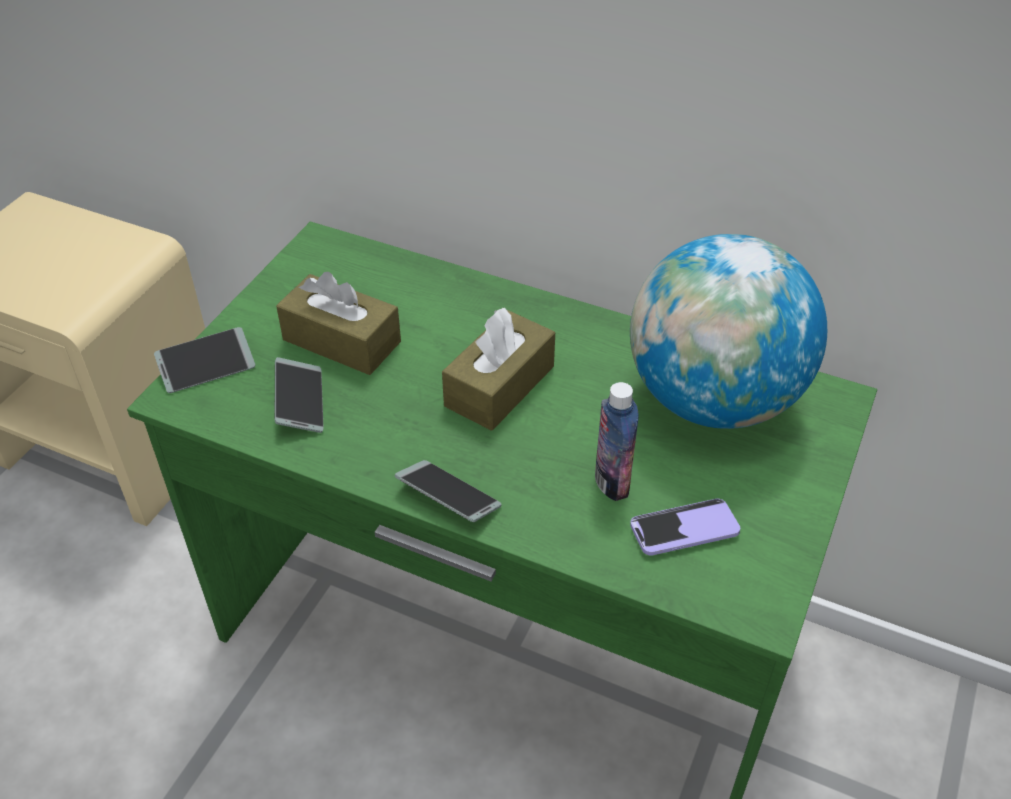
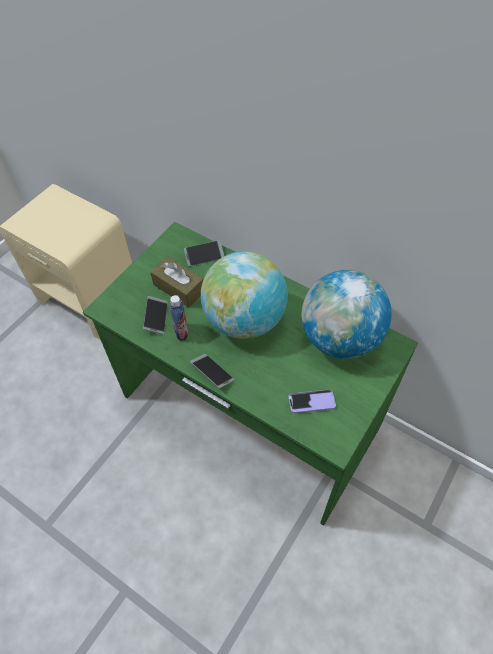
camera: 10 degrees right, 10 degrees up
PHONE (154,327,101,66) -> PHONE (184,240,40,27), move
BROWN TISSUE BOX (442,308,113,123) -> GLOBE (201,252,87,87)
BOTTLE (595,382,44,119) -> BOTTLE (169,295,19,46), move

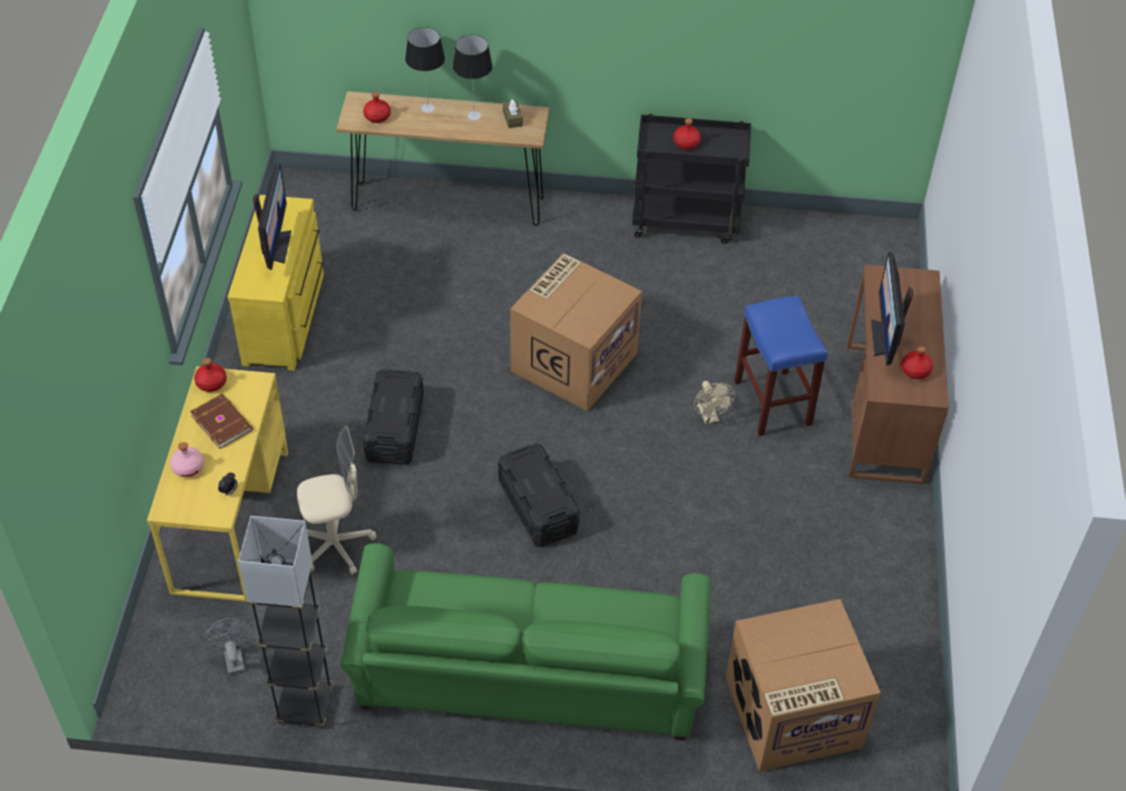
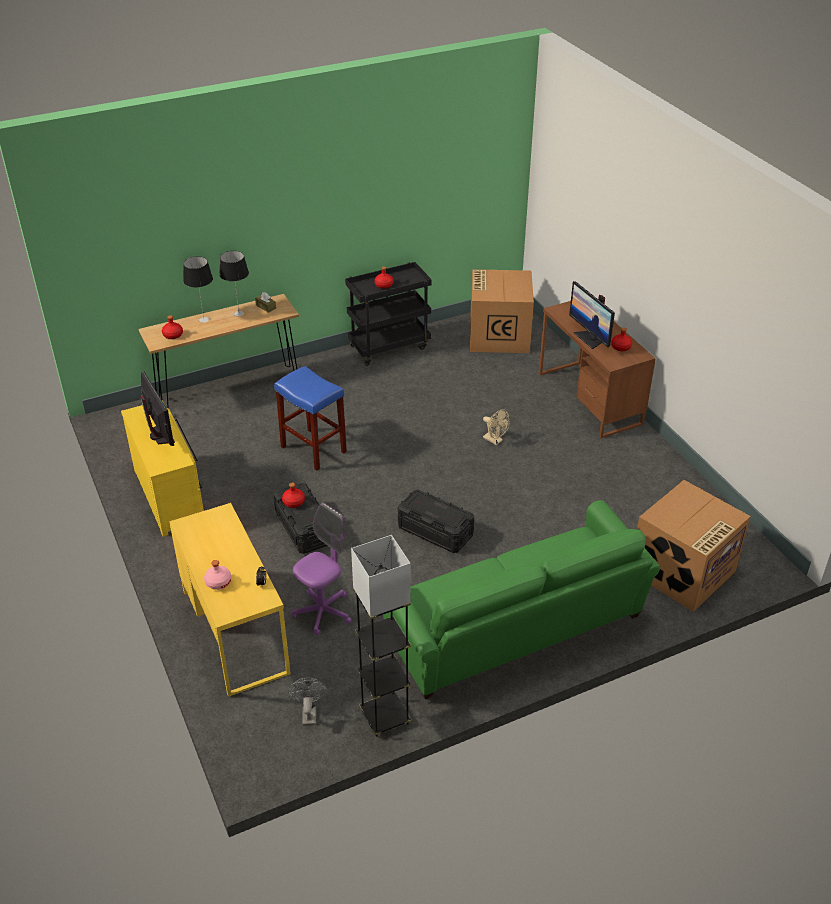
camera: 30 degrees left, 10 degrees down
BROWN BOOK (190,394,63,55) -> none
RED BOTTLE (194,358,33,34) -> RED BOTTLE (282,483,23,25), move
GREY FAN (203,618,49,57) -> GREY FAN (288,678,40,48), 45 degrees clockwise
BEIGE OFFICE CHAIR (297,426,79,149) -> PURPLE OFFICE CHAIR (291,503,61,133)
CARDBOARD BOX (510,253,132,158) -> CARDBOARD BOX (470,269,64,84), move
BLUE STOOL (734,296,94,140) -> BLUE STOOL (274,366,73,105), move

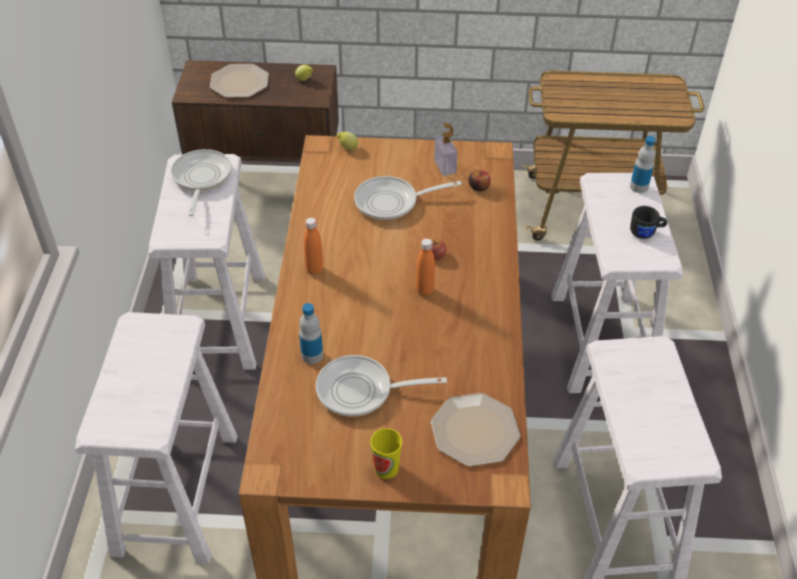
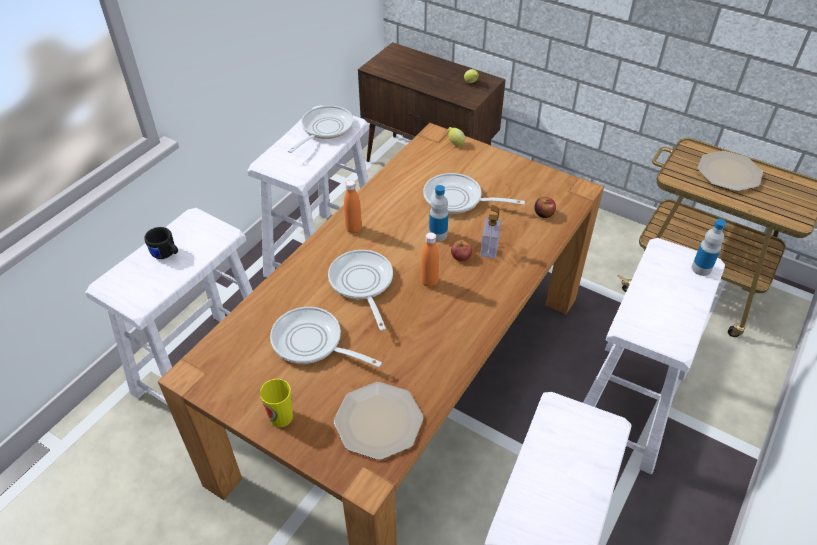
camera: 30 degrees right, 0 degrees up
PLATE (210,64,59,34) -> PLATE (698,151,65,40), move
BOTTLE (299,303,24,61) -> BOTTLE (429,185,20,56), move
SOAP DISPENSER (434,123,24,53) -> SOAP DISPENSER (481,205,20,53), move
BLACK MUG (630,206,37,33) -> BLACK MUG (144,227,34,32), move
none -> FRYING PAN (328,250,65,81)

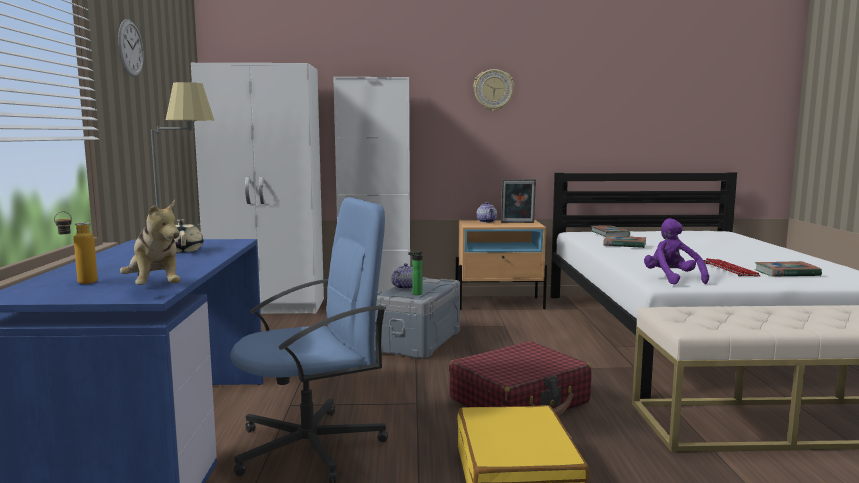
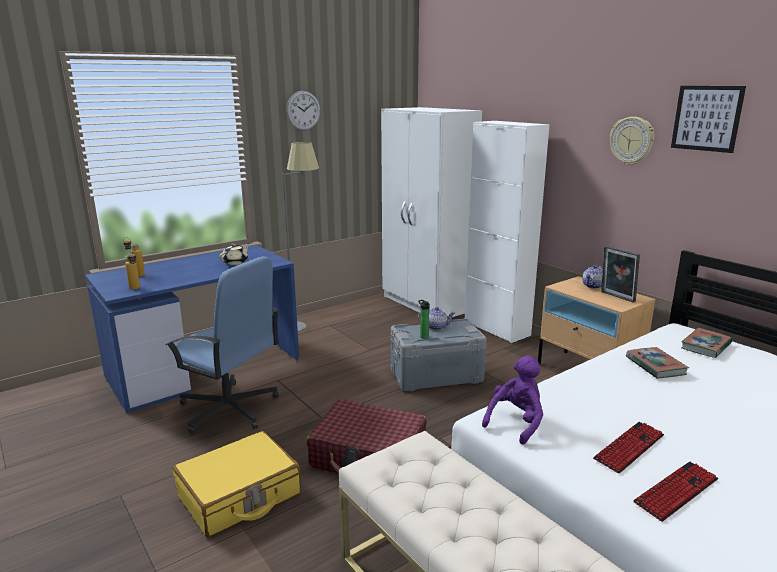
camera: 55 degrees right, 10 degrees up
PLUSH TOY (120,200,60,85) -> BOTTLE (125,251,15,39)
BOOK (755,261,67,15) -> KEYBOARD (633,462,85,60)
none -> PICTURE (671,86,75,67)

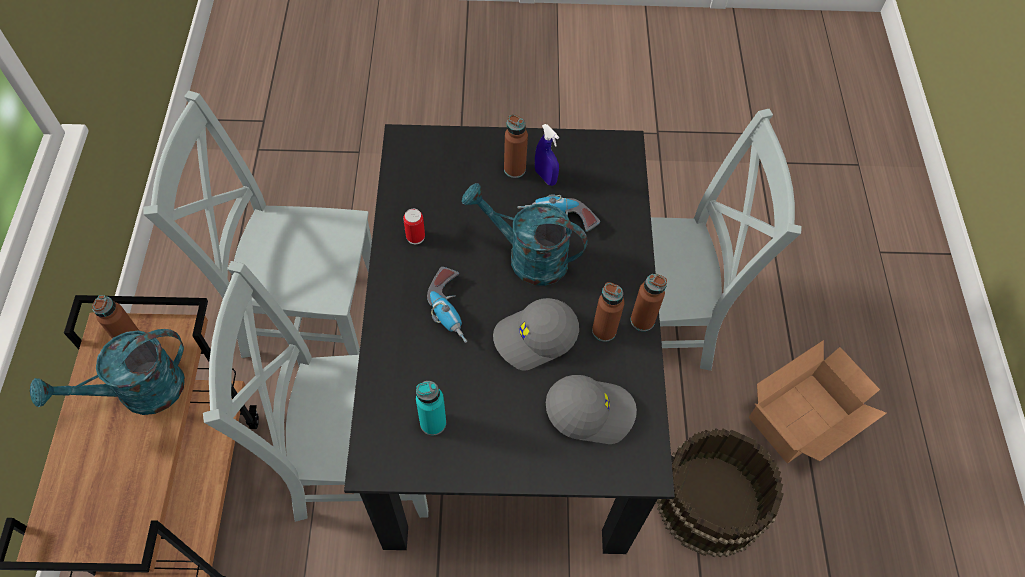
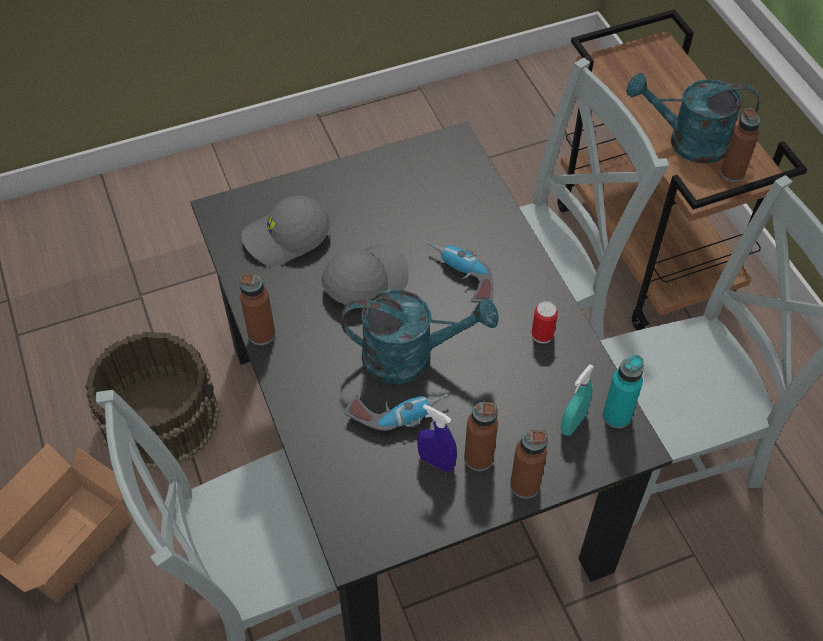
camera: 160 degrees right, 5 degrees down
TURQUOISE WATERING CAN (30,329,155,86) -> TURQUOISE WATERING CAN (626,73,133,91), 120 degrees counterclockwise
TURQUOISE BOTTLE (416,381,30,54) -> TURQUOISE BOTTLE (603,355,41,73), move
BROWN BOTTLE (592,282,32,60) -> BROWN BOTTLE (510,429,38,70), move
none -> TURQUOISE SPRAY BOTTLE (561,365,33,71)

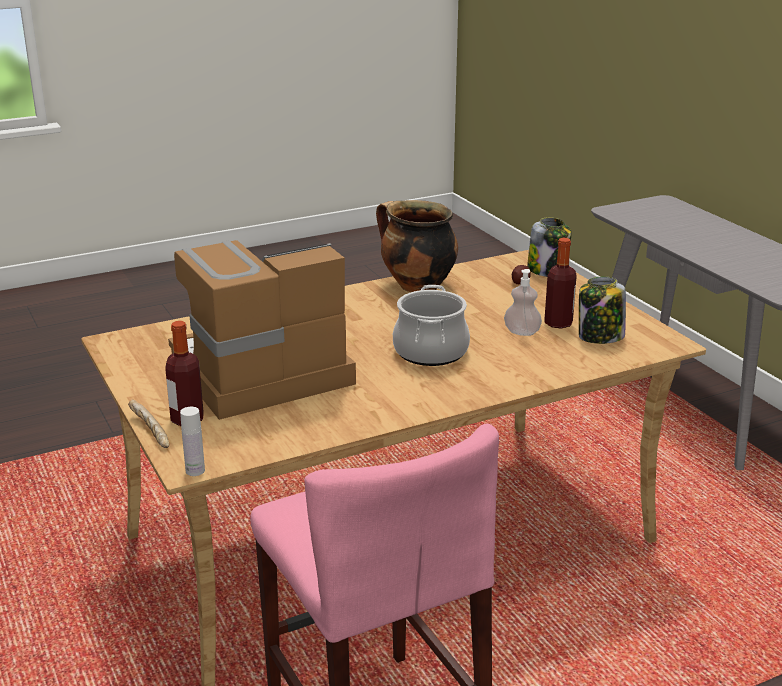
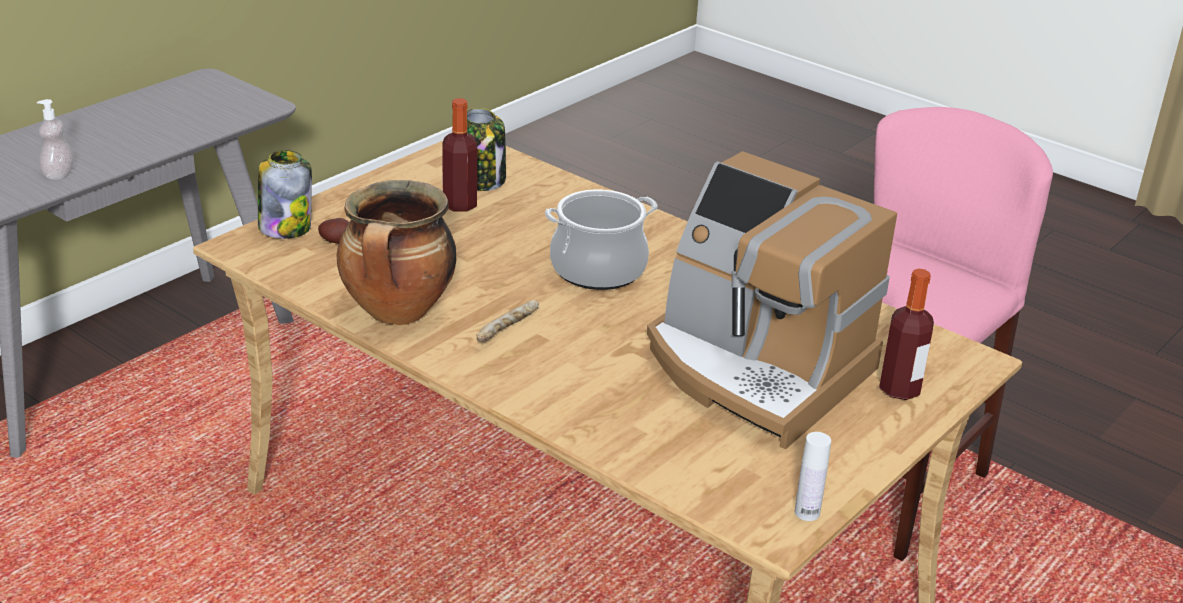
camera: 115 degrees left, 5 degrees up
BREAD (128,400,41,48) -> BREAD (476,300,63,42), move
WHITE BOTTLE (180,407,25,69) -> WHITE BOTTLE (795,432,36,89), move
SOAP DISPENSER (504,269,38,67) -> SOAP DISPENSER (37,99,37,82), move

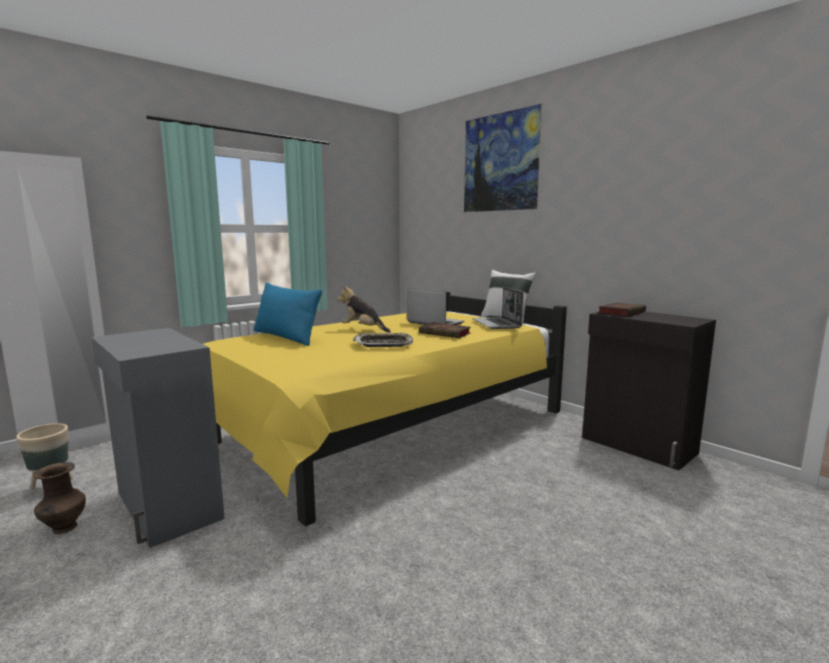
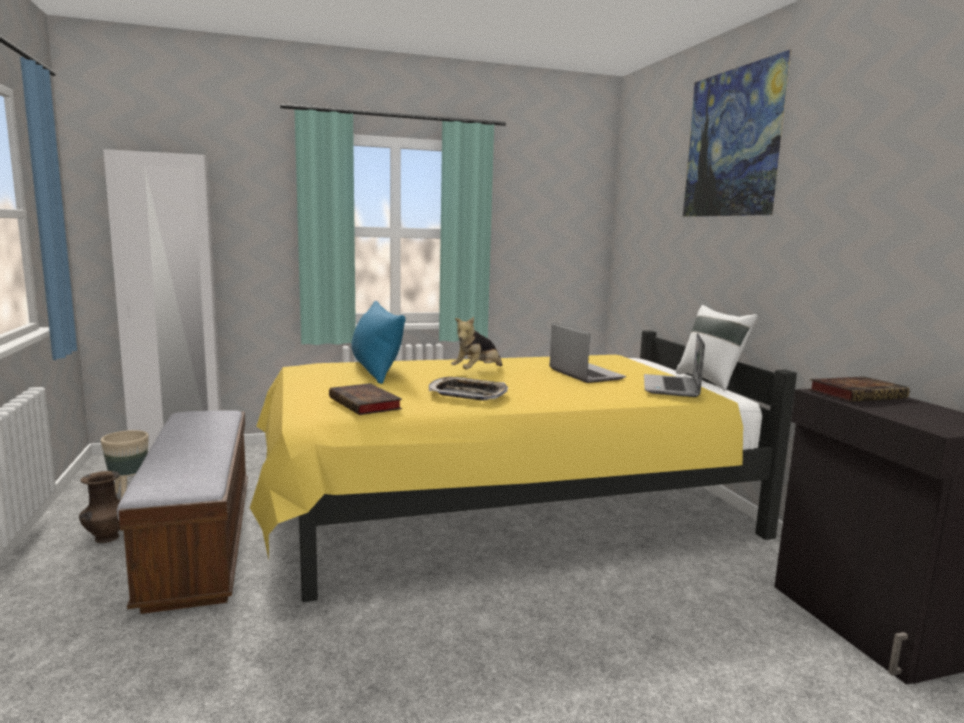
camera: 25 degrees right, 0 degrees up
GREY CABINET (92,328,133,220) -> BENCH (117,410,131,204)
PLUSH TOY (337,286,54,47) -> PLUSH TOY (451,317,51,52), 105 degrees counterclockwise
BOOK (419,322,52,16) -> BOOK (329,383,73,32), move

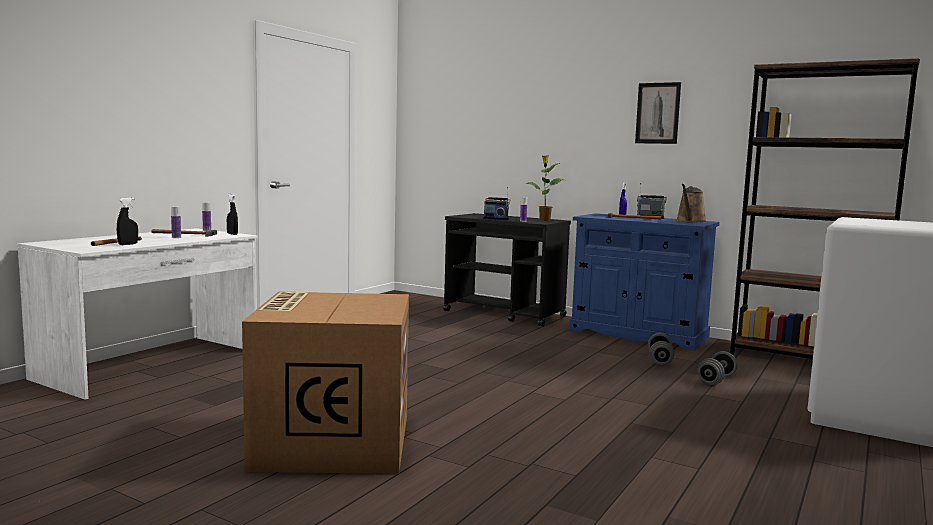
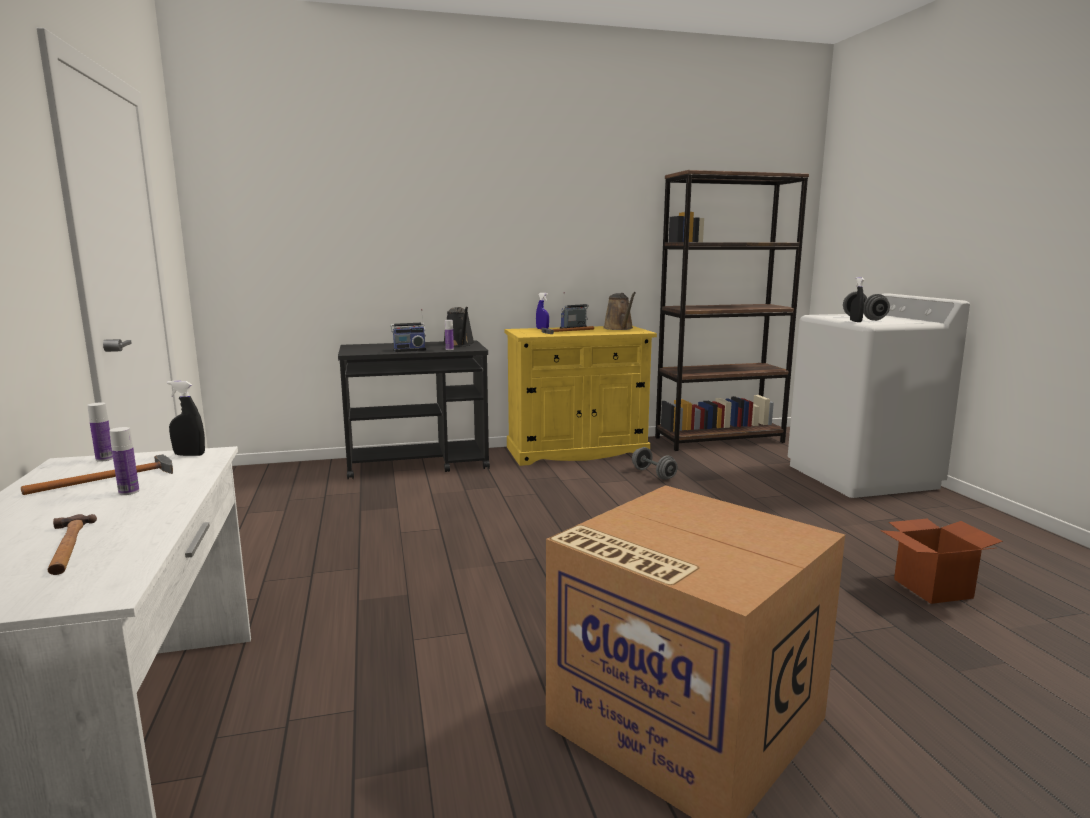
camera: 45 degrees left, 5 degrees up
BLACK SPRAY BOTTLE (117,198,21,47) -> BLACK SPRAY BOTTLE (850,277,14,45), move
POTTED PLANT (525,155,39,66) -> BLACK WATERING CAN (443,307,31,39)
BLUE CABINET (569,213,151,138) -> YELLOW CABINET (505,326,152,140)
PICTURE (635,82,46,62) -> none
GREY DUMBBELL (698,351,39,34) -> GREY DUMBBELL (843,291,47,30), move
none -> CARDBOARD BOX (881,519,122,85)

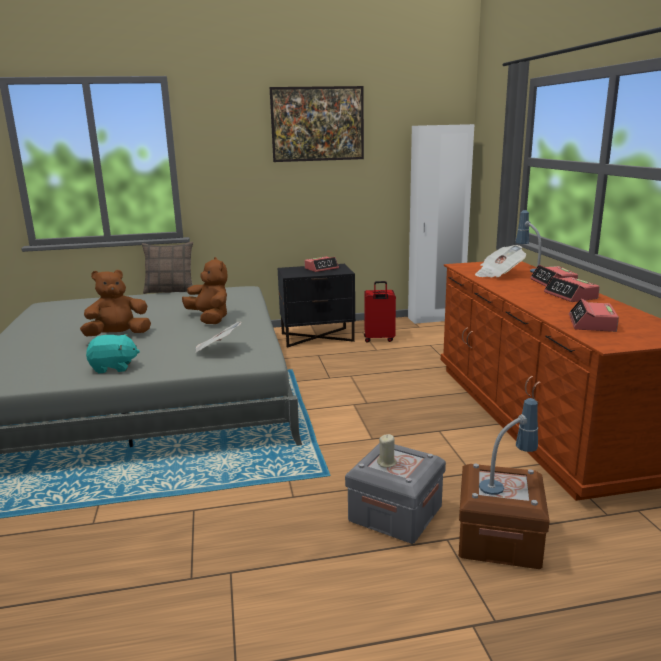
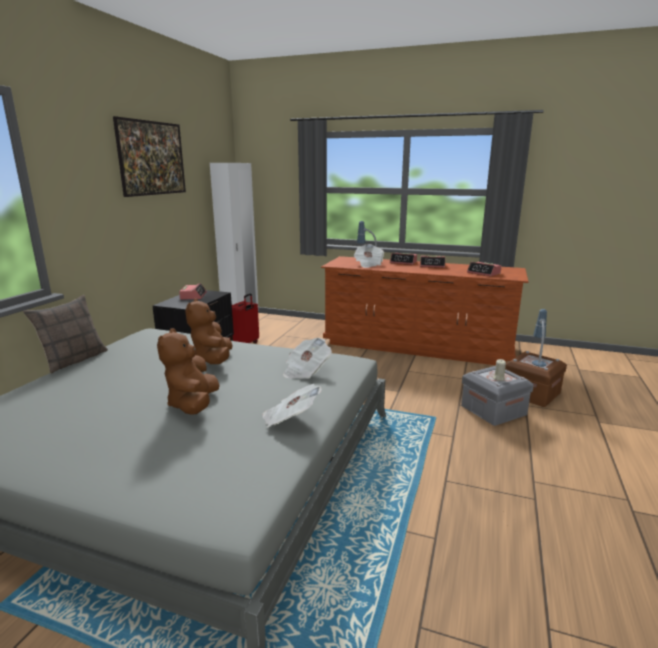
camera: 60 degrees left, 0 degrees up
TURQUOISE PLUSH TOY (86,334,54,39) -> NEWSPAPER (262,384,60,44)
BROWN PLUSH TOY (182,257,46,67) -> BROWN PLUSH TOY (185,298,48,66), 90 degrees counterclockwise

